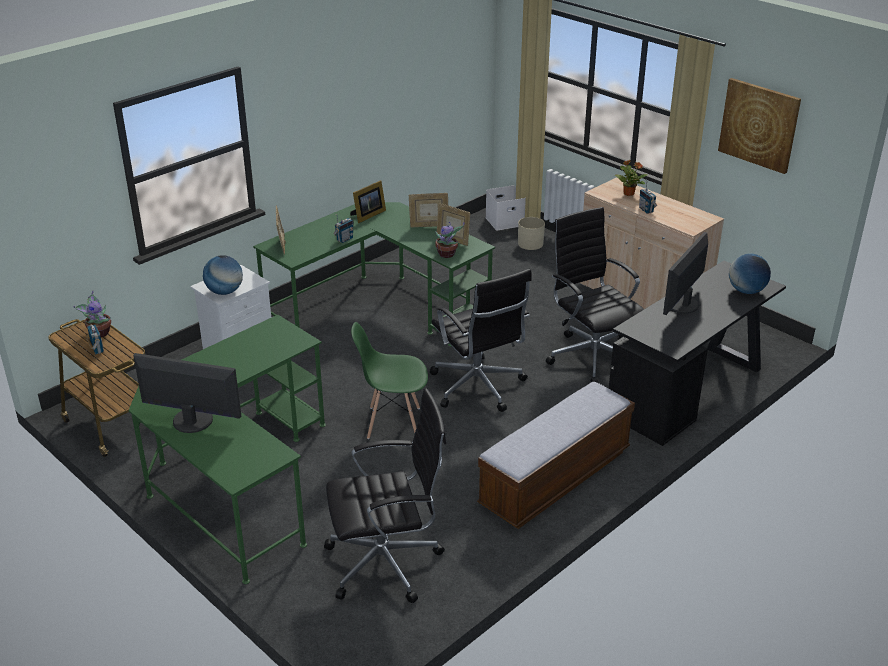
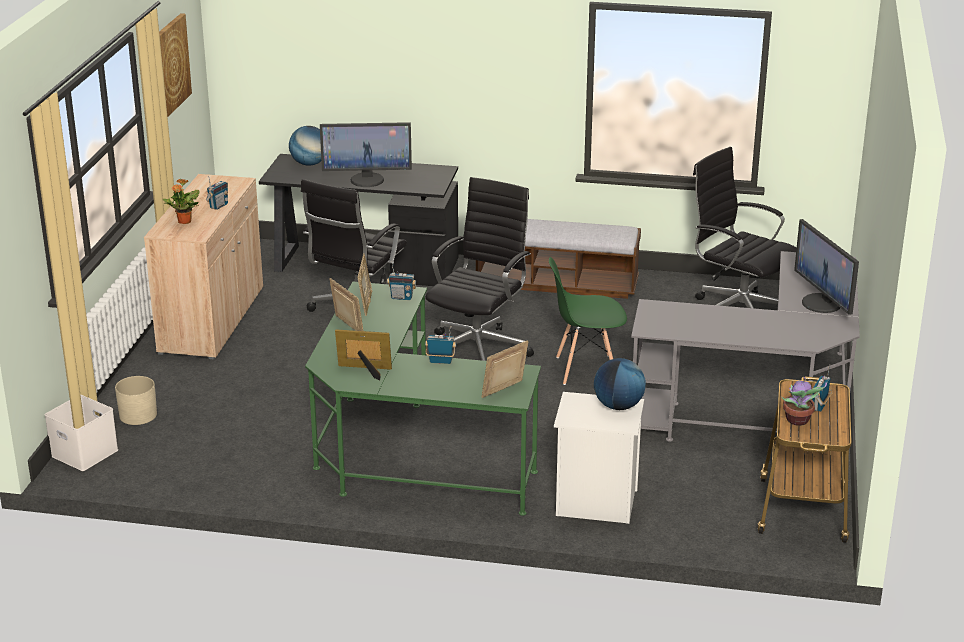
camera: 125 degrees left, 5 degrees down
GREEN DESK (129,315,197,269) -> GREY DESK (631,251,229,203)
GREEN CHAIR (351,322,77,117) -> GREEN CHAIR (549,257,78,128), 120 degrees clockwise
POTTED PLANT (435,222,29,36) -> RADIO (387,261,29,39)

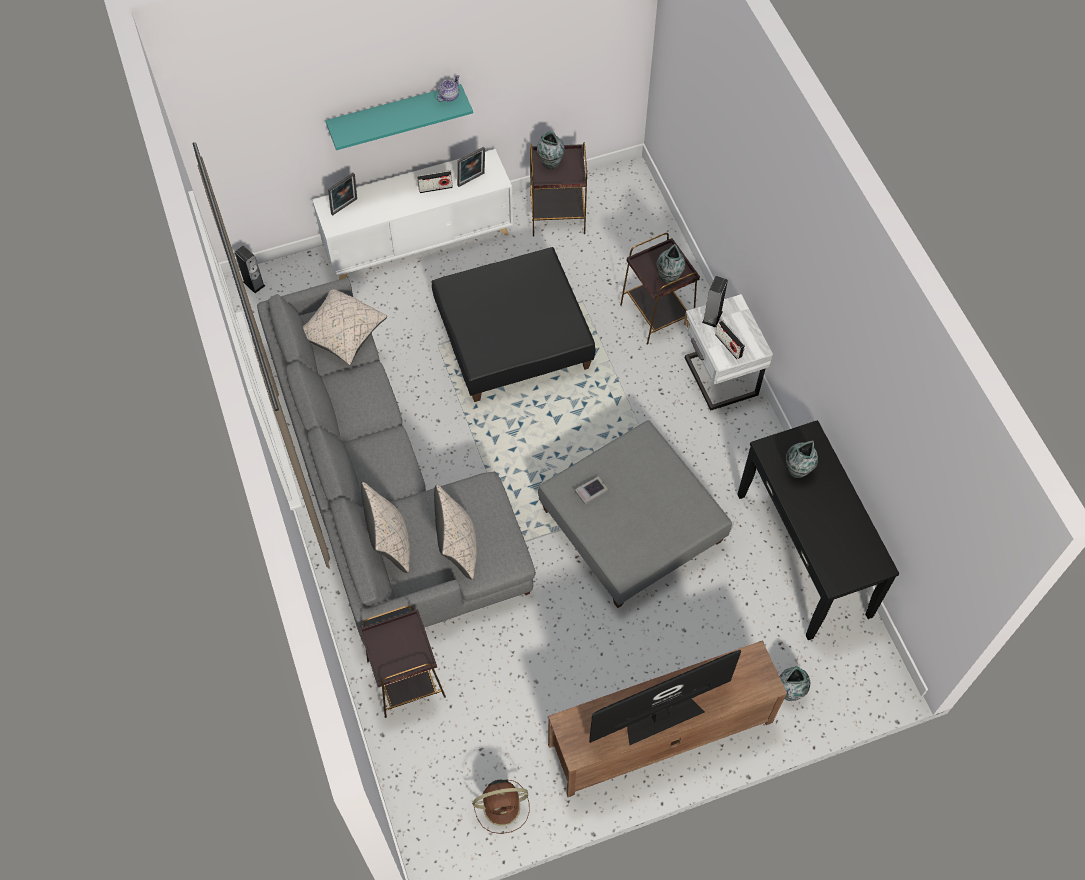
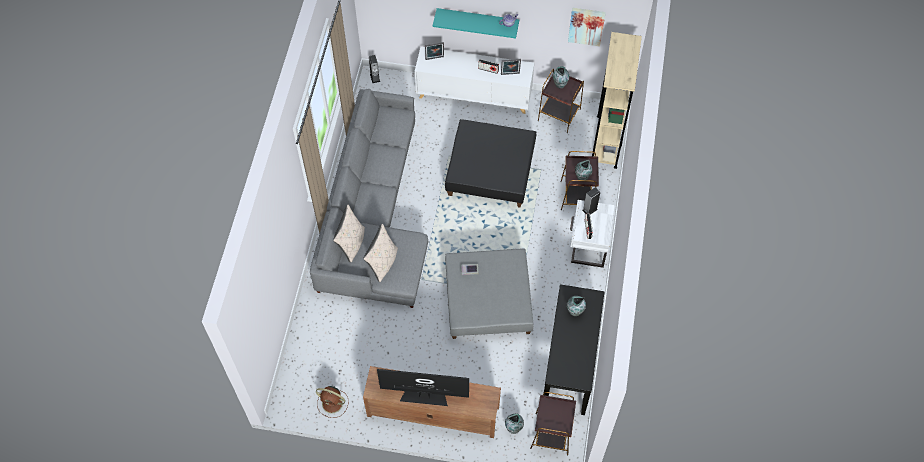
camera: 30 degrees right, 0 degrees up
BEIGE PILLOW (303,289,84,76) -> none
BROWN SIDE TABLE (360,606,86,112) -> BROWN SIDE TABLE (530,392,46,63), move
none -> PICTURE (568,8,38,38)
none -> BEIGE BOOKCASE (592,32,50,137)

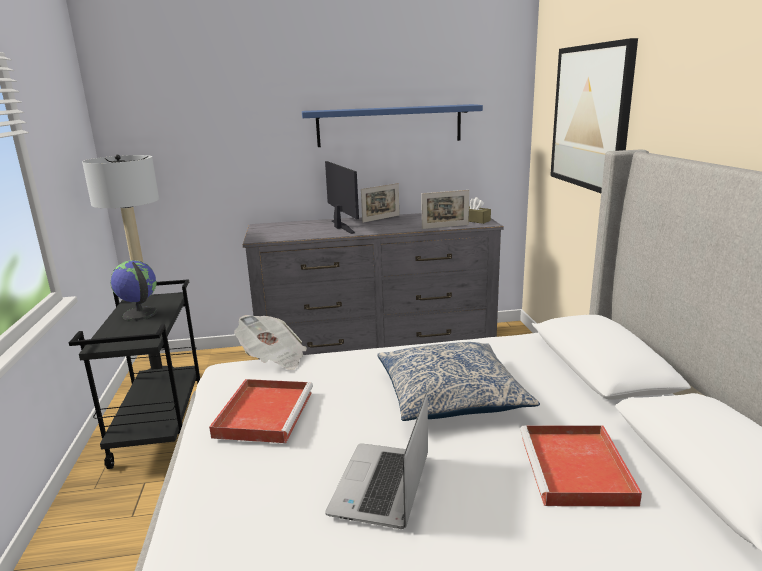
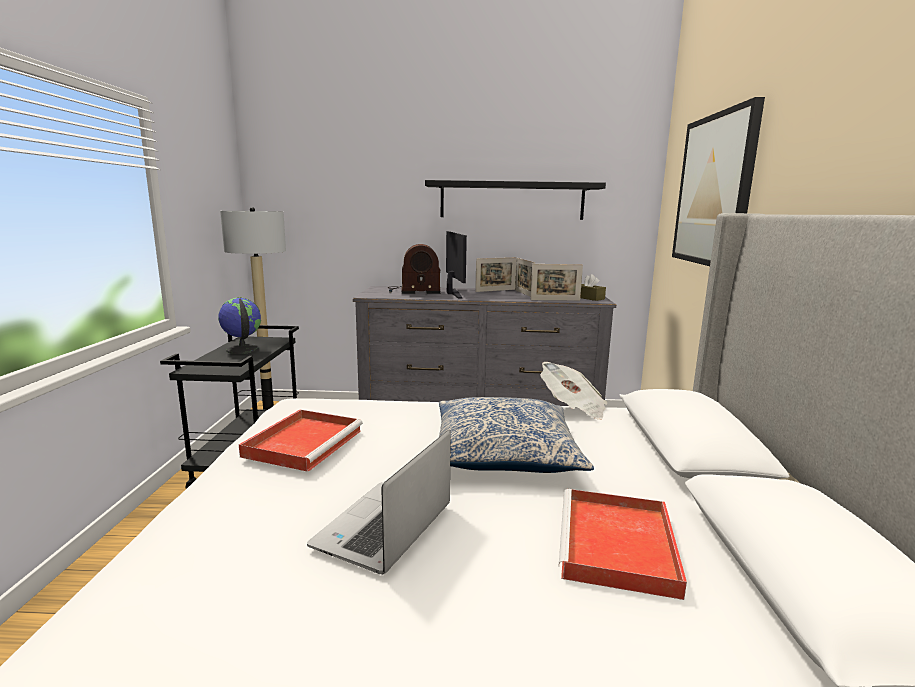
camera: 10 degrees right, 5 degrees down
NEWSPAPER (234,315,73,55) -> NEWSPAPER (540,362,67,58), move
BLUE SHELF (302,104,181,43) -> BLACK SHELF (425,180,181,40)
none -> RADIO (388,244,53,50)
none -> PICTURE FRAME (515,258,20,39)

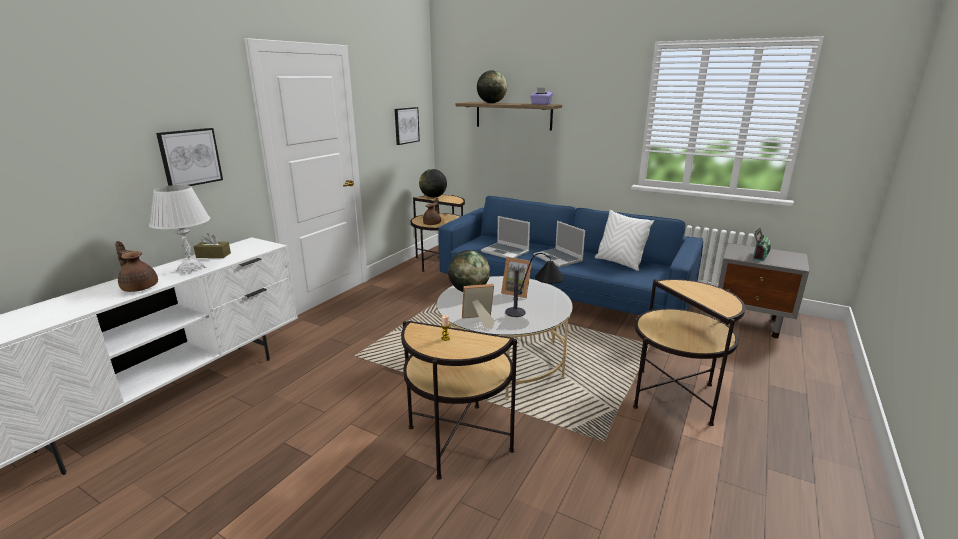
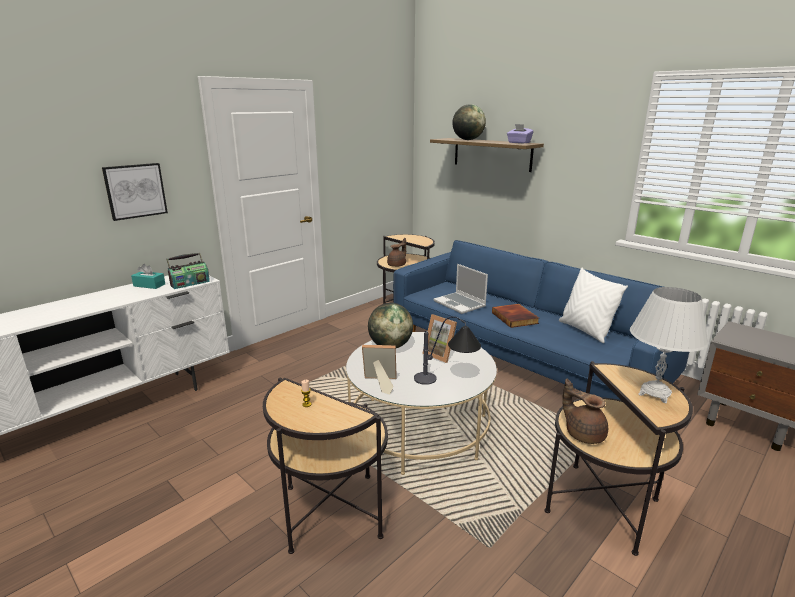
camera: 15 degrees right, 0 degrees up
BROWN TEAPOT (115,241,43,51) -> BROWN TEAPOT (562,379,46,65), move
WHITE TABLE LAMP (149,185,61,89) -> WHITE TABLE LAMP (630,287,79,116), move
BROWN TISSUE BOX (194,233,37,25) -> TURQUOISE TISSUE BOX (131,264,34,25)
PICTURE (394,107,26,38) -> none
GLOBE (419,169,28,29) -> none
LAPTOP (534,221,51,46) -> BOOK (492,304,47,24)
RADIO (753,228,18,33) -> RADIO (166,253,44,36), move

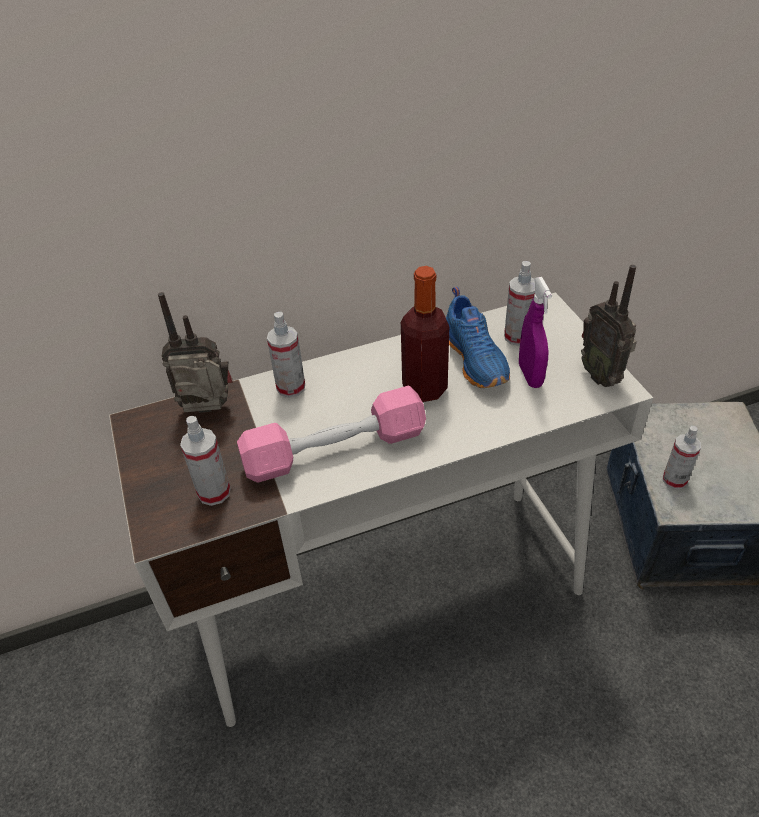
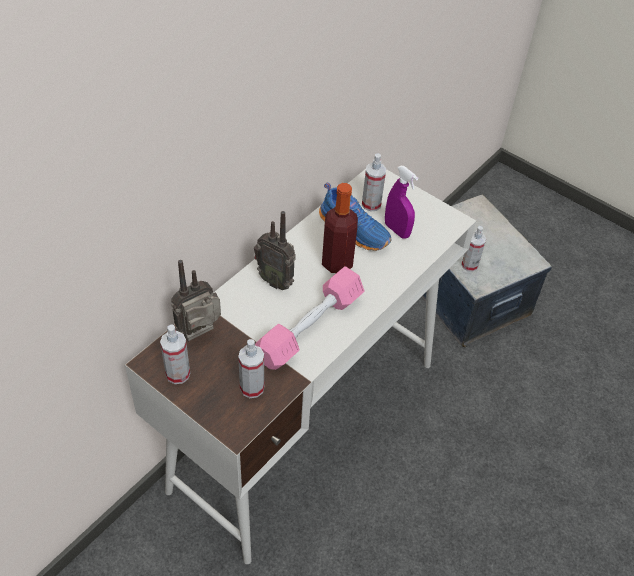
camera: 35 degrees left, 5 degrees up
SPRAY BOTTLE (267,312,38,86) -> SPRAY BOTTLE (160,325,30,59), move
RADIO (581,265,56,122) -> RADIO (254,211,42,79), move

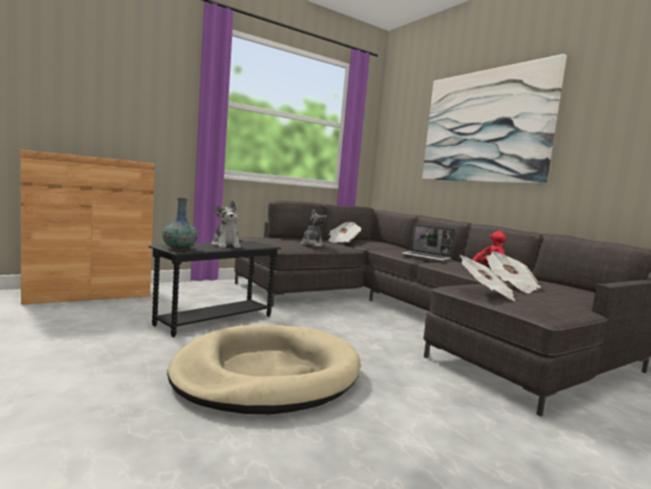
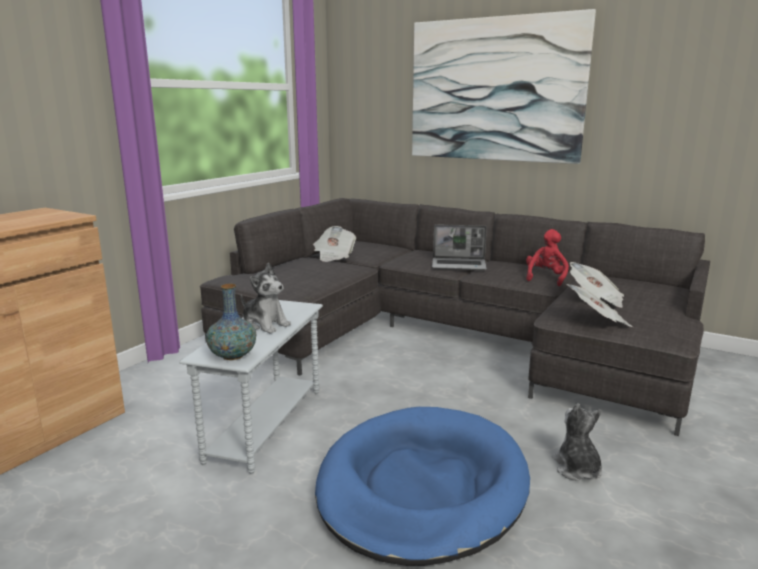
camera: 25 degrees left, 10 degrees up
BLACK SIDE TABLE (149,241,132,96) -> WHITE SIDE TABLE (179,300,144,174)
BEIGE DOG BED (167,325,194,89) -> BLUE DOG BED (315,407,215,159)
PLUSH TOY (301,209,26,38) -> PLUSH TOY (552,403,50,78), move

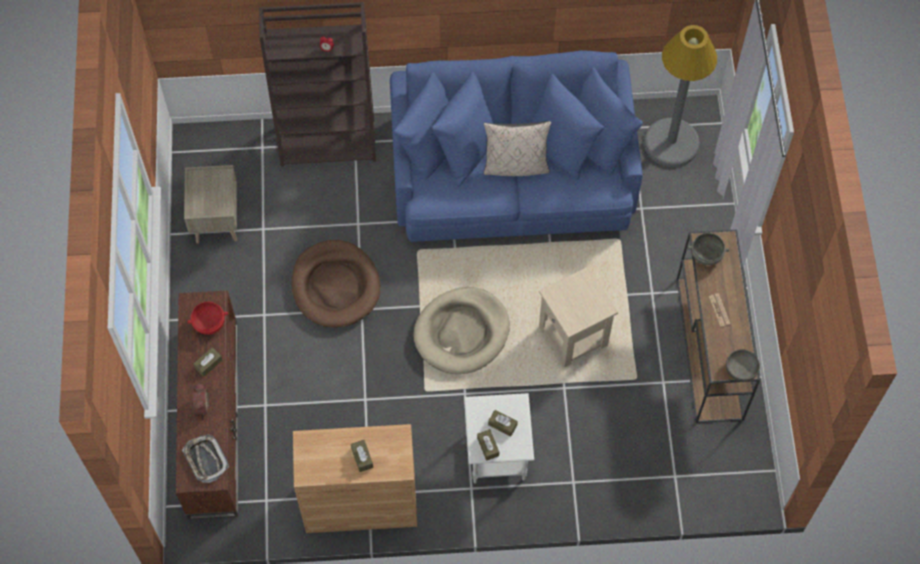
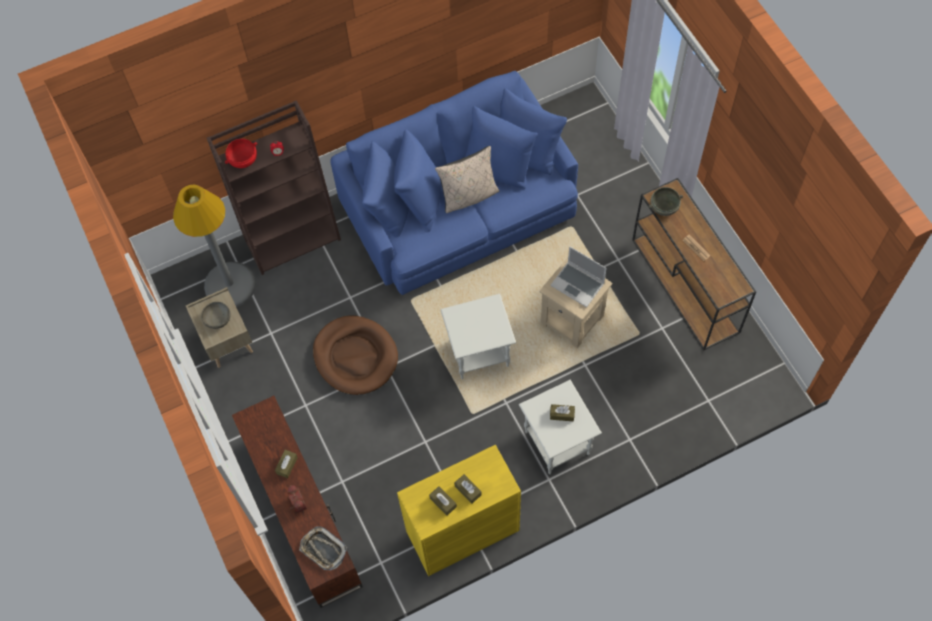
camera: 20 degrees left, 0 degrees up
RED BOWL (187,302,41,33) -> RED BOWL (225,139,32,29), move
BROWN CABINET (293,424,124,109) -> YELLOW CABINET (397,445,124,131)
BEIGE DOG BED (413,287,97,87) -> WHITE SIDE TABLE (440,294,76,85)
BROWN TISSUE BOX (477,429,22,32) -> BROWN TISSUE BOX (429,486,28,30), move
GREY FLOOR LAMP (644,25,73,142) -> GREY FLOOR LAMP (173,185,83,122), move
GREY BOWL (726,349,34,33) -> GREY BOWL (201,302,30,27), move
none -> LAPTOP (550,246,57,61)

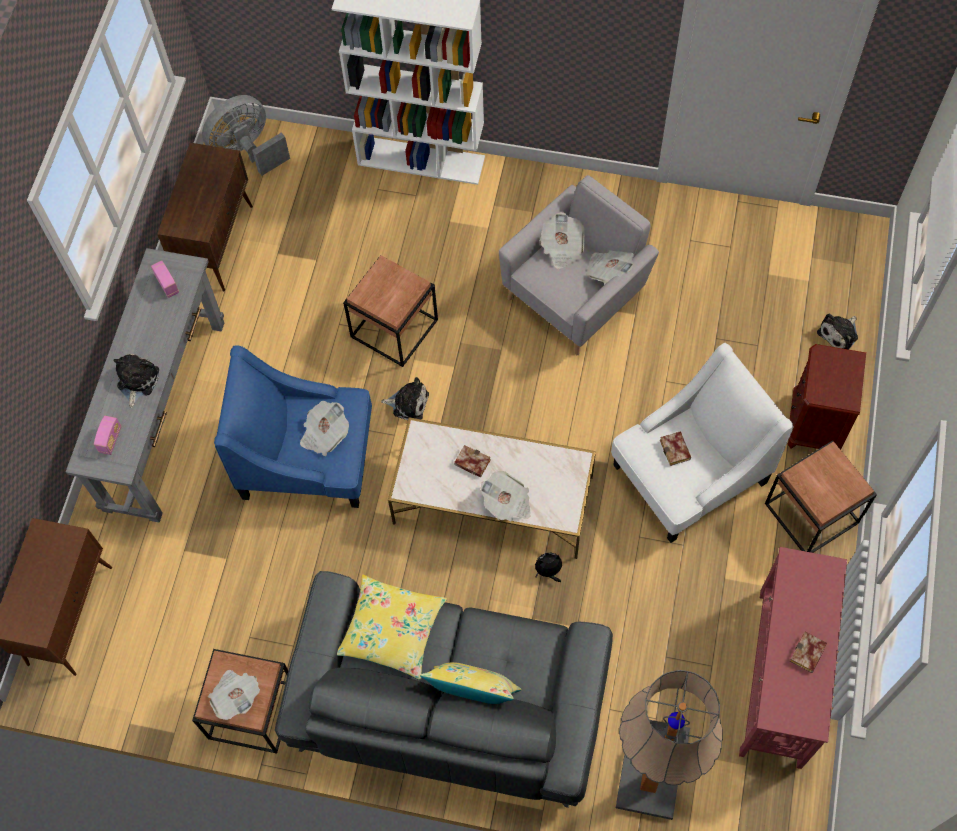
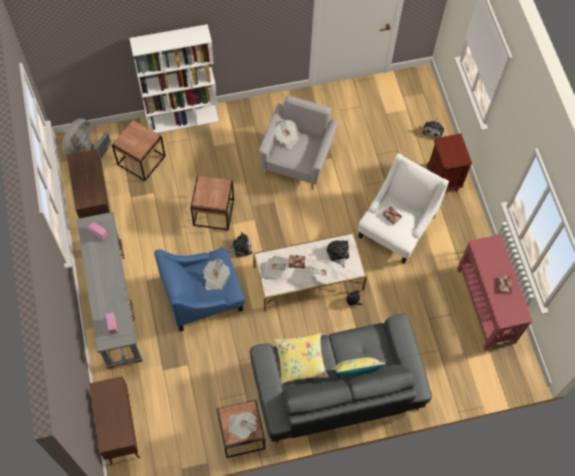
camera: 30 degrees left, 0 degrees up
PLUSH TOY (113,354,46,54) -> PLUSH TOY (327,240,22,28), move
NEWSPAPER (586,250,48,33) -> NEWSPAPER (259,256,28,24), move
FLOOR LAMP (616,670,107,150) -> none
BROWN SIDE TABLE (765,440,112,113) -> BROWN SIDE TABLE (112,120,54,61), move

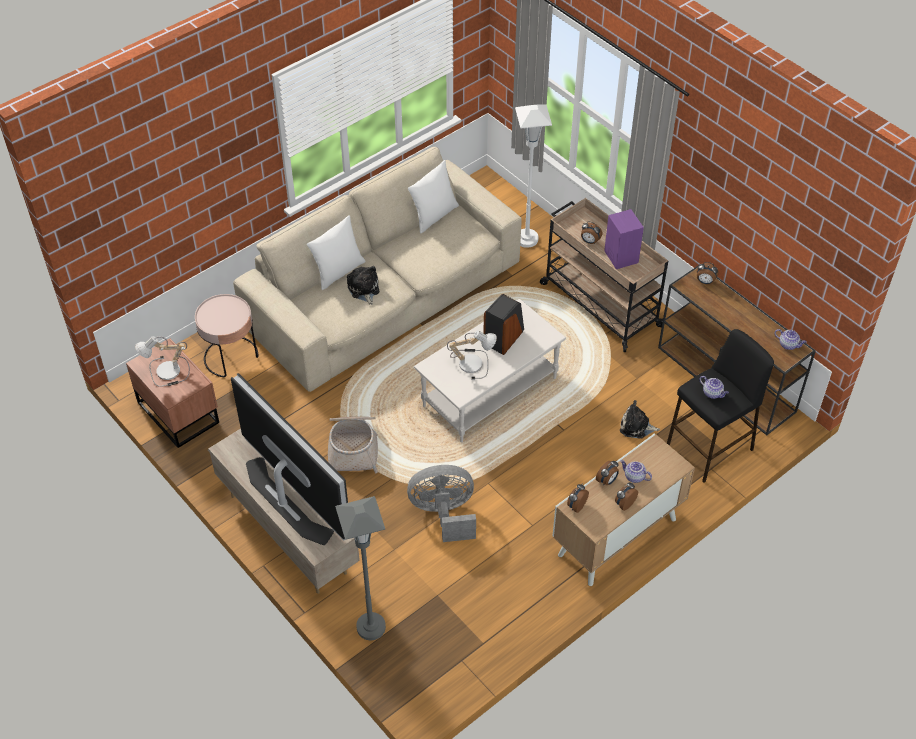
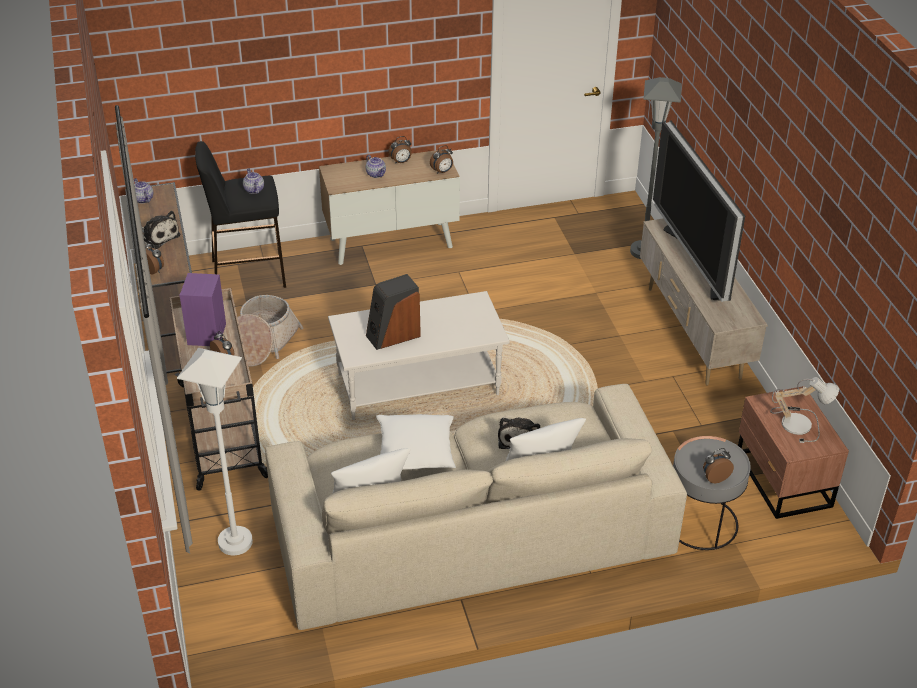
camera: 155 degrees left, 10 degrees down
PINK SIDE TABLE (195,294,63,83) -> GREY SIDE TABLE (673,436,78,114)
BASKET (328,417,50,56) -> BASKET (238,295,65,71), move
GREY FAN (407,465,69,77) -> none
TABLE LAMP (447,330,50,50) -> none
ALARM CLOCK (596,461,23,24) -> ALARM CLOCK (703,448,31,35), move
PLUSH TOY (620,400,40,39) -> PLUSH TOY (142,211,38,38), move
none -> WHITE PILLOW (376,414,80,56)

